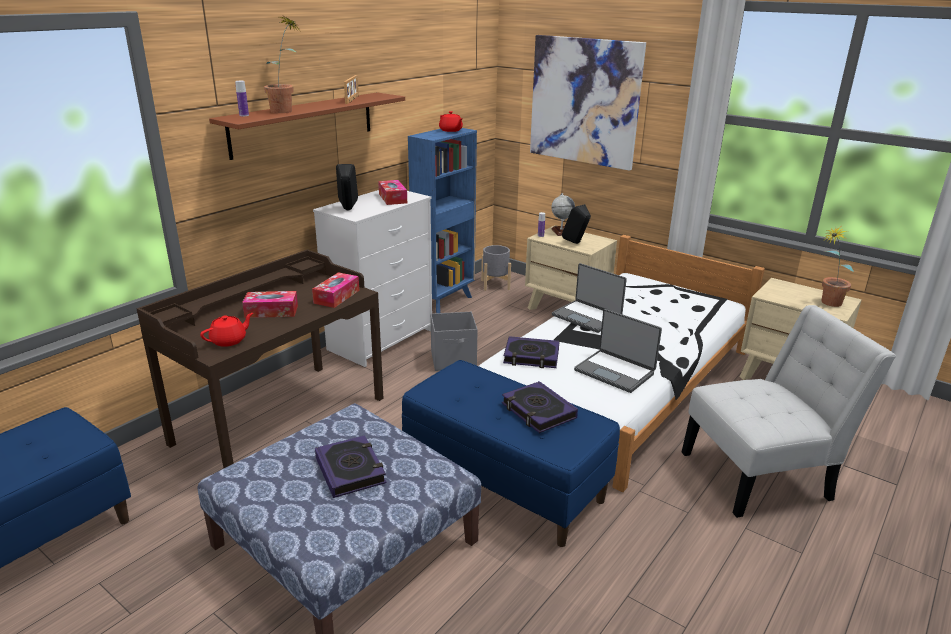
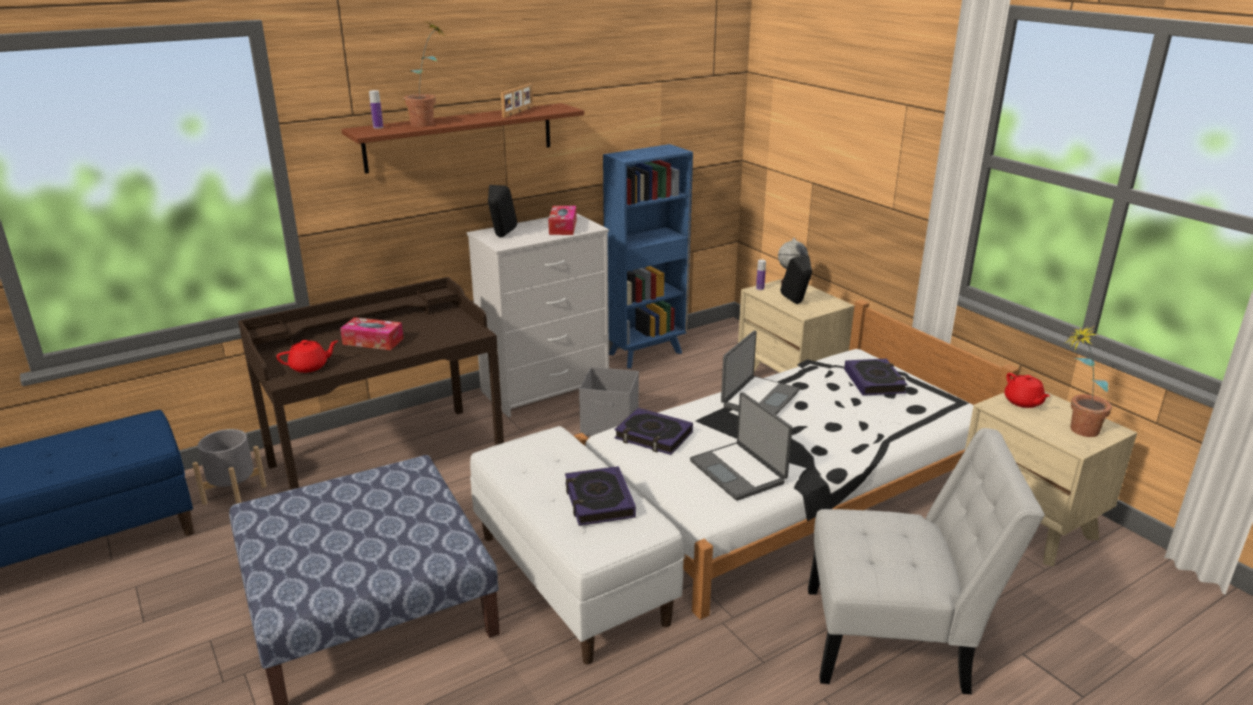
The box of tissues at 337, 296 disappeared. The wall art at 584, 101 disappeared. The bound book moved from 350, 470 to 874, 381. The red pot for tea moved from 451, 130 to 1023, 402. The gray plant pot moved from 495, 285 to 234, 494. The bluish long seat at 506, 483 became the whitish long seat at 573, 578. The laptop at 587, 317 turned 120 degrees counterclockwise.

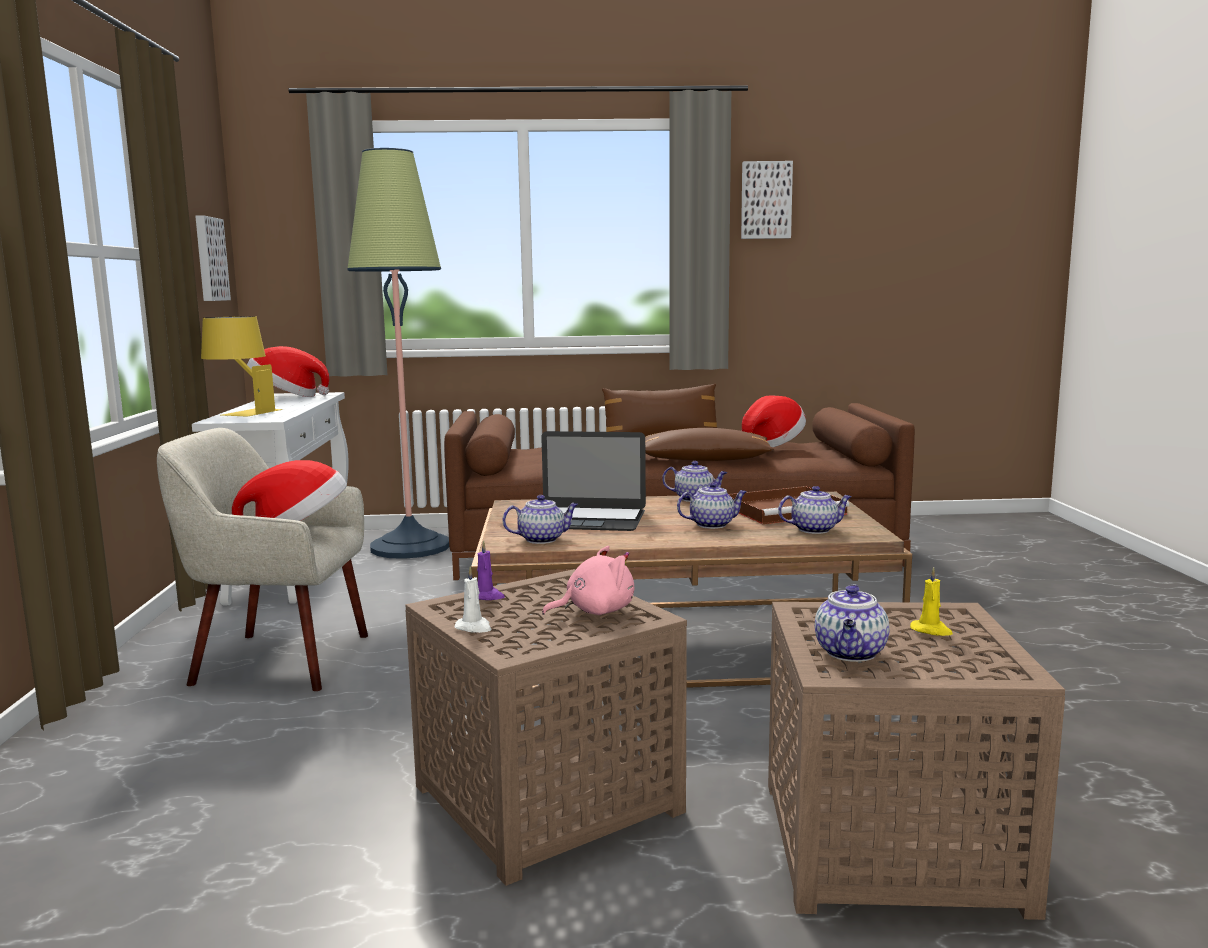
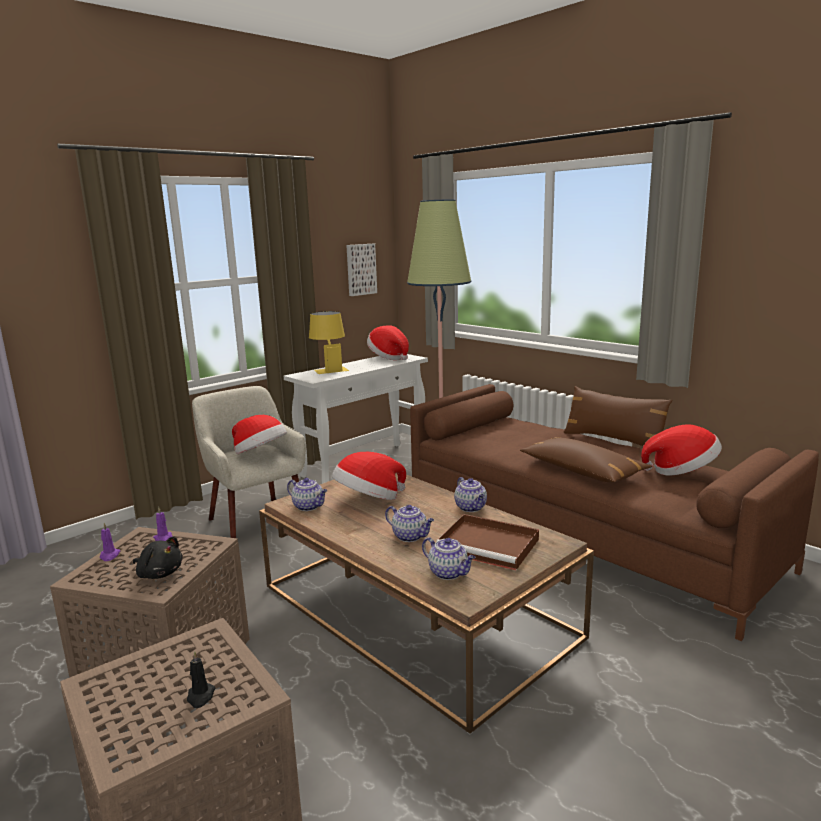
The wall art at 765, 200 disappeared. The pot for tea at 851, 653 disappeared. The laptop at 587, 519 was replaced by the hat at 369, 500. The whitish wax candle at 474, 628 became the purple wax candle at 109, 556. The pink cuddly toy at 595, 611 became the black cuddly toy at 159, 573. The yellowish wax candle at 931, 630 became the black wax candle at 200, 697.

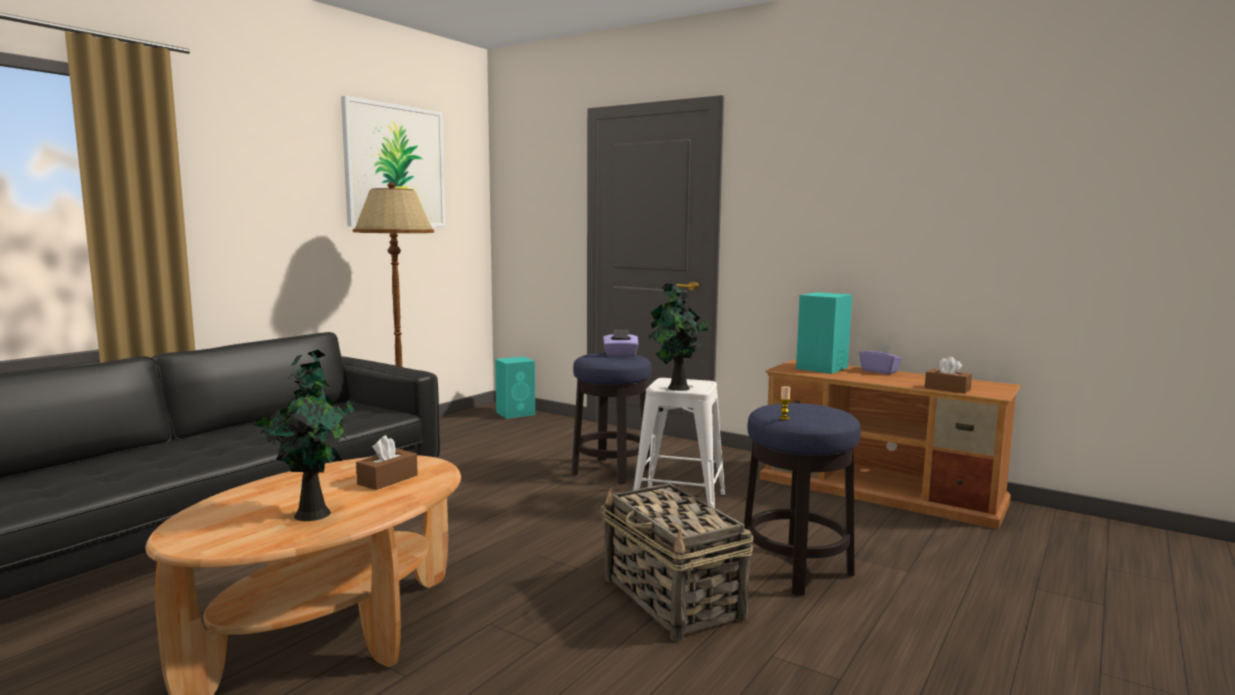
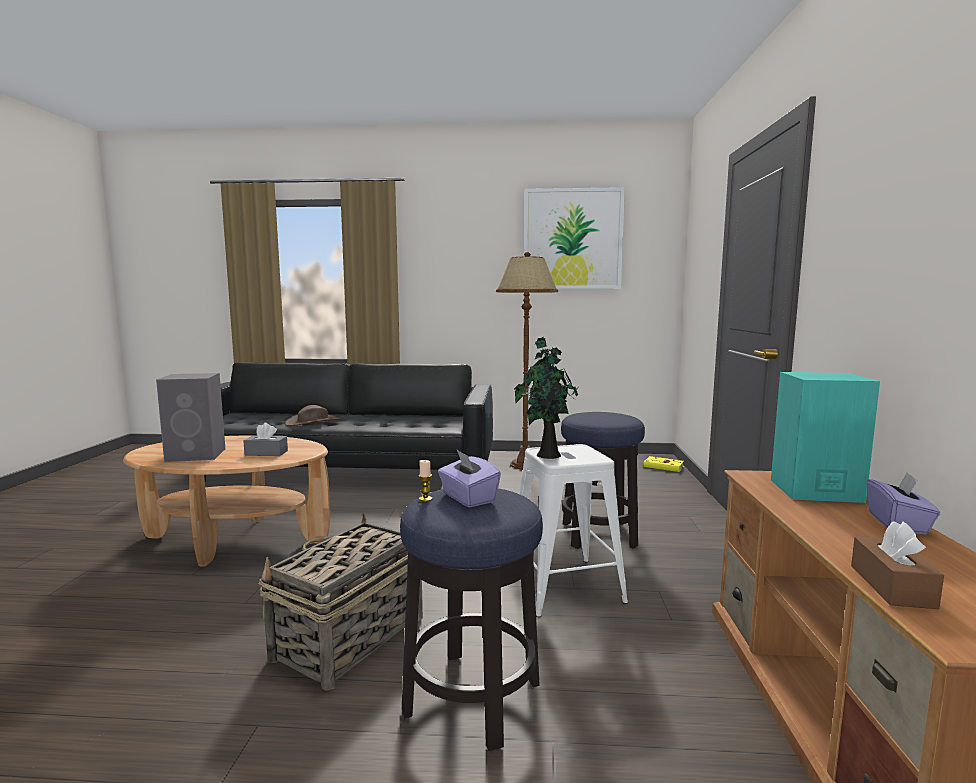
The brown-coloured hat at 313, 422 appeared. The purple box of tissues moved from 620, 355 to 468, 498. The plant in a pot at 313, 513 was replaced by the gray speaker at 197, 455. The turquoise-coloured speaker at 516, 413 was replaced by the yellowish bound book at 664, 467. The brown-coloured box of tissues at 388, 479 became the gray box of tissues at 266, 453.

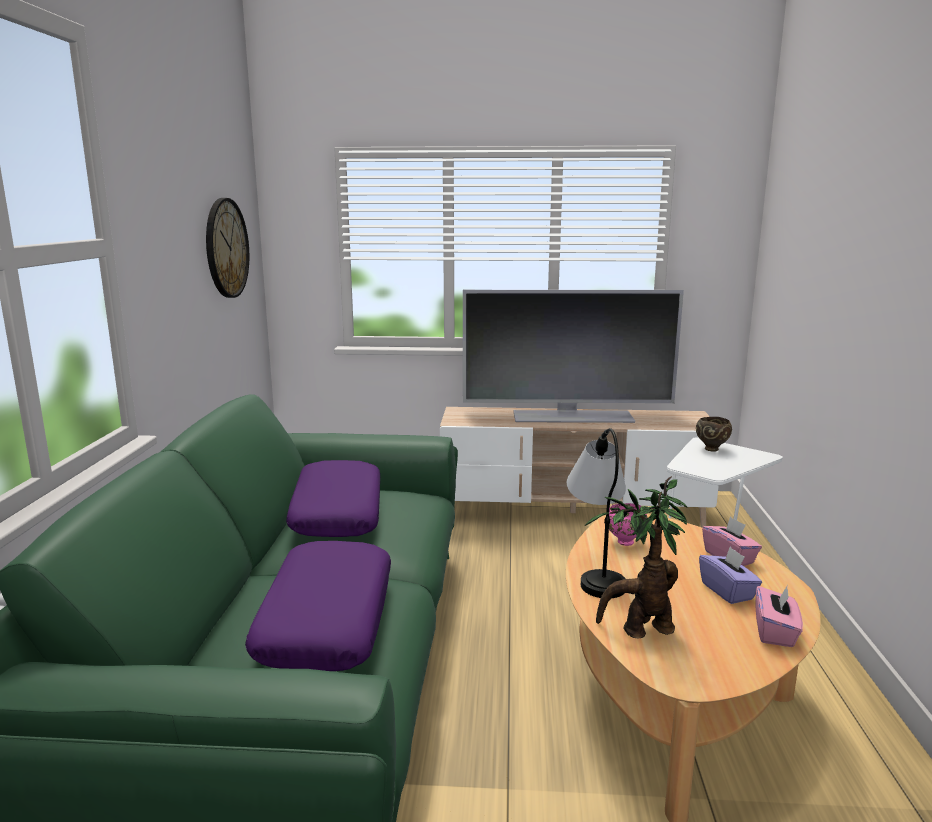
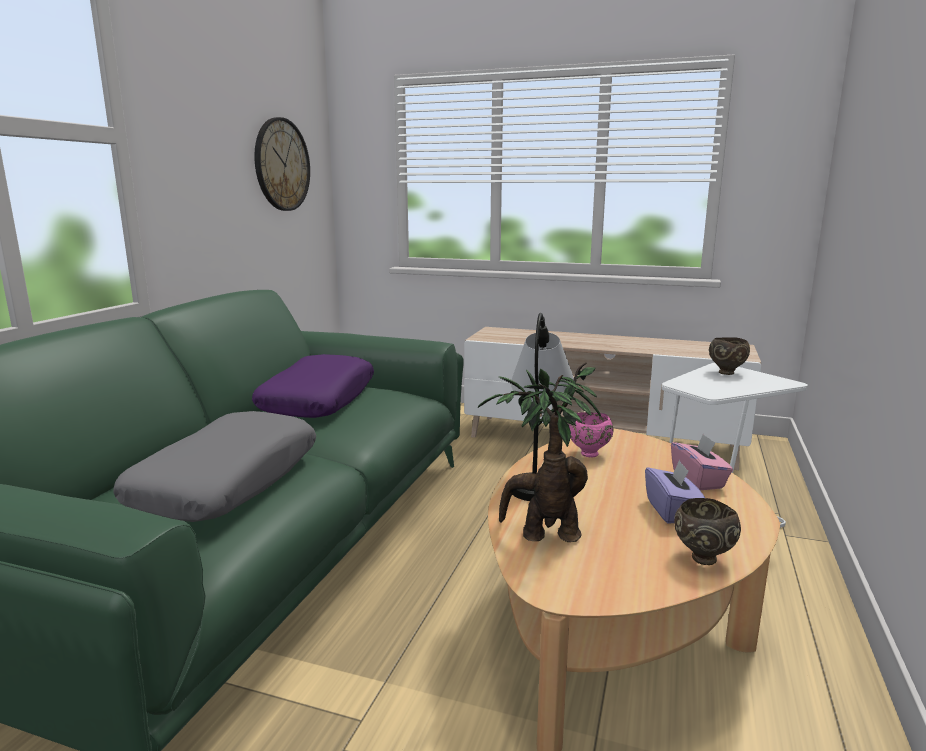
The TV at 572, 416 disappeared. The pink box of tissues at 775, 632 was replaced by the brown-coloured bowl at 701, 558. The purple throw pillow at 326, 620 became the gray throw pillow at 227, 482.

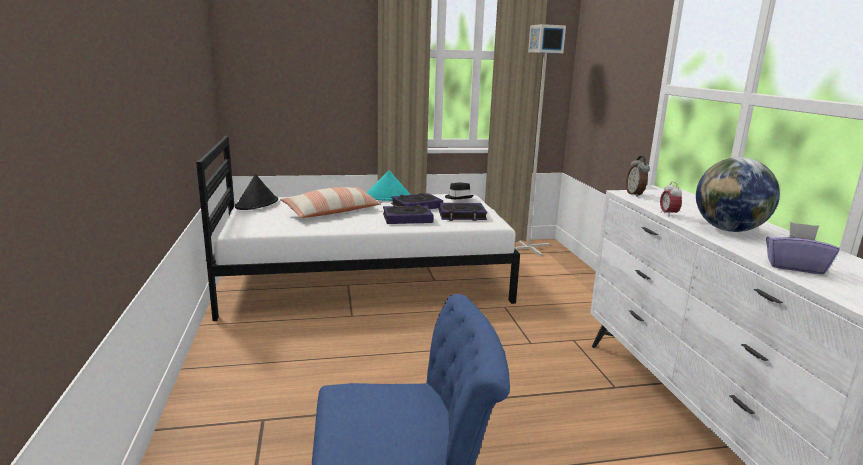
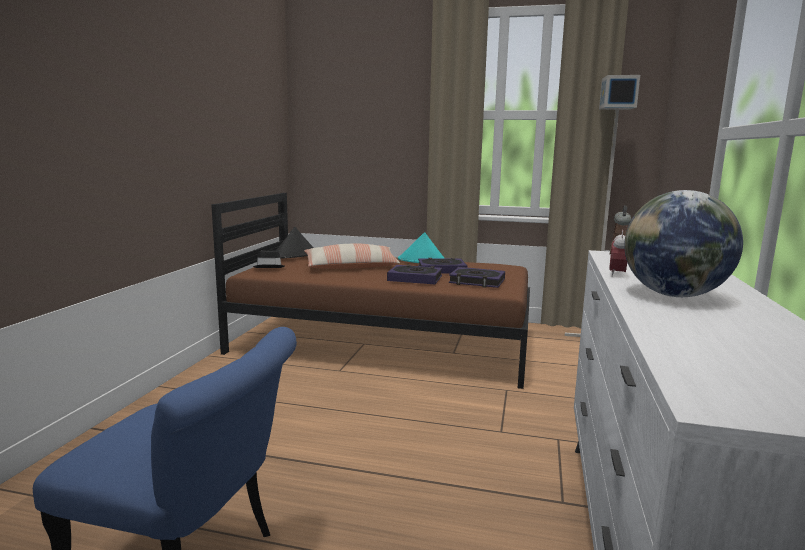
The purple box of tissues at 794, 267 disappeared. The black hat moved from 458, 197 to 269, 267. The whitish bed at 365, 281 became the brown-coloured bed at 383, 342.

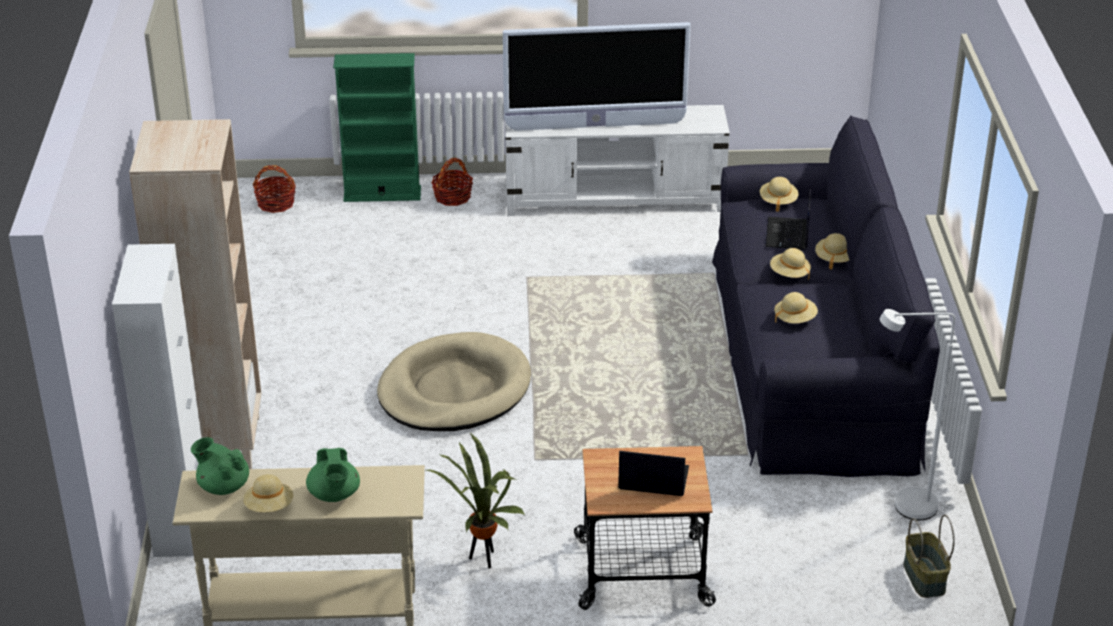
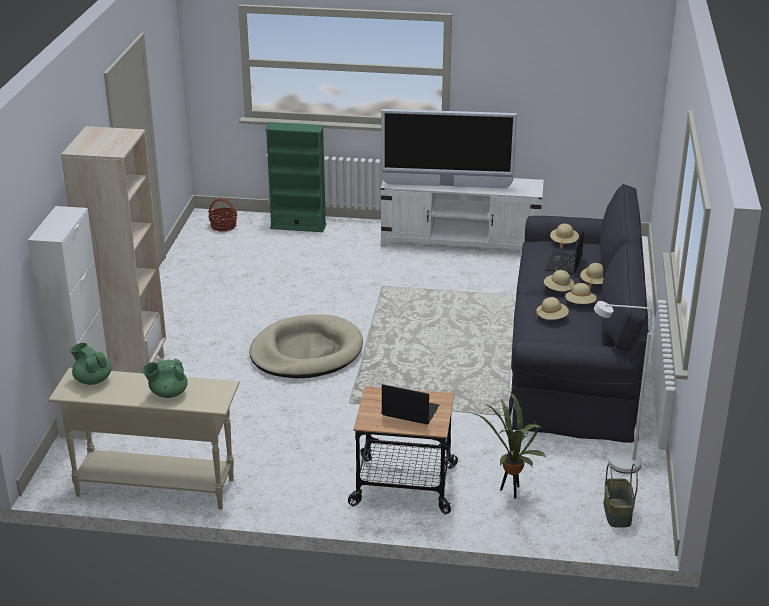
The basket at 452, 197 disappeared. The beige-coloured hat moved from 269, 507 to 580, 304. The plant in a pot moved from 483, 560 to 511, 492. The greenish pot for tea at 334, 495 turned 75 degrees clockwise.

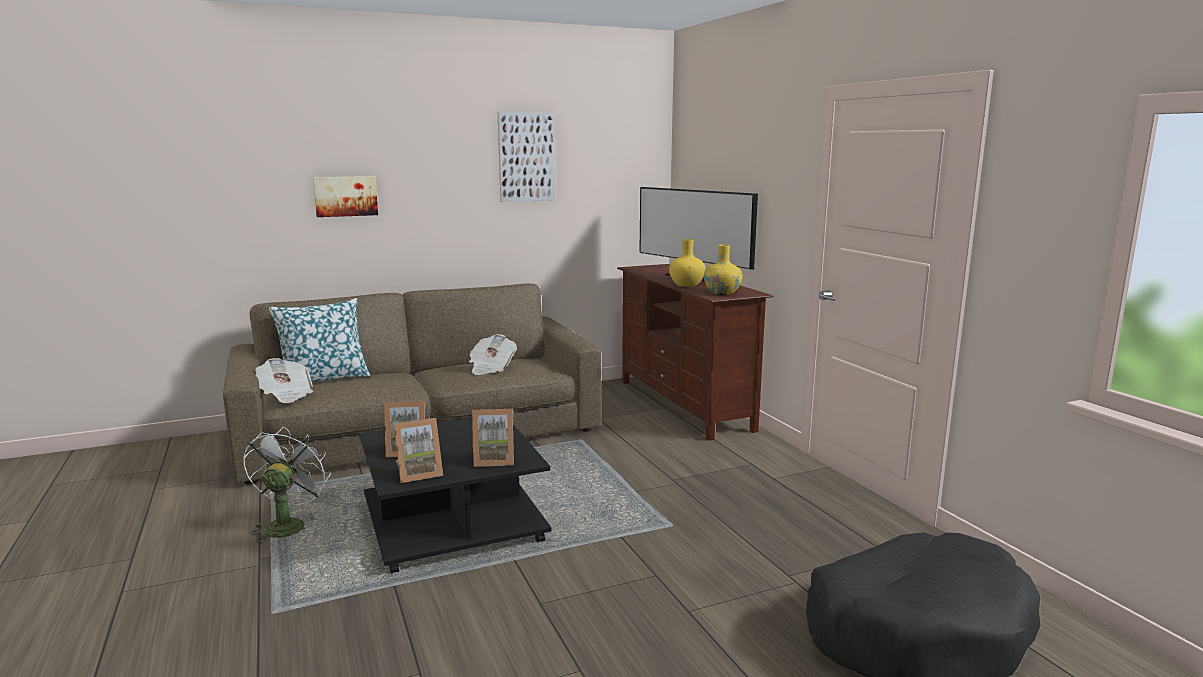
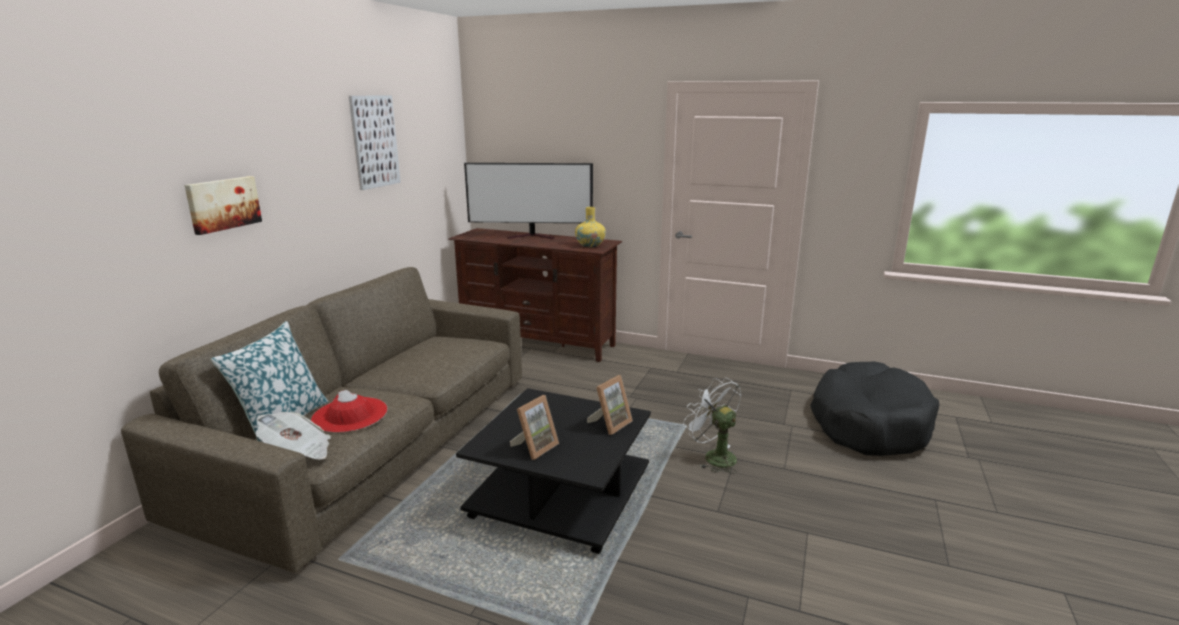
The standing frame at 418, 474 disappeared. The printed paper at 491, 368 disappeared. The yellowish decorative vase at 686, 285 disappeared. The red hat at 350, 415 appeared. The whitish cooling fan moved from 287, 524 to 713, 456.

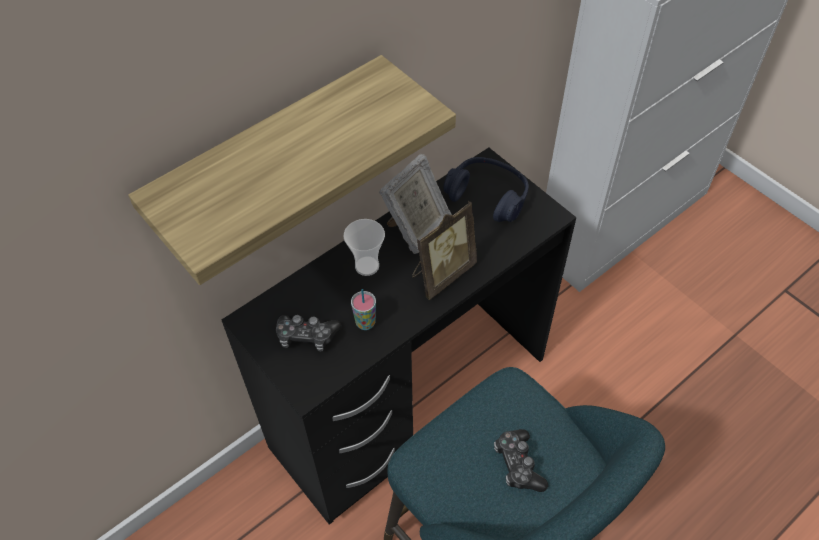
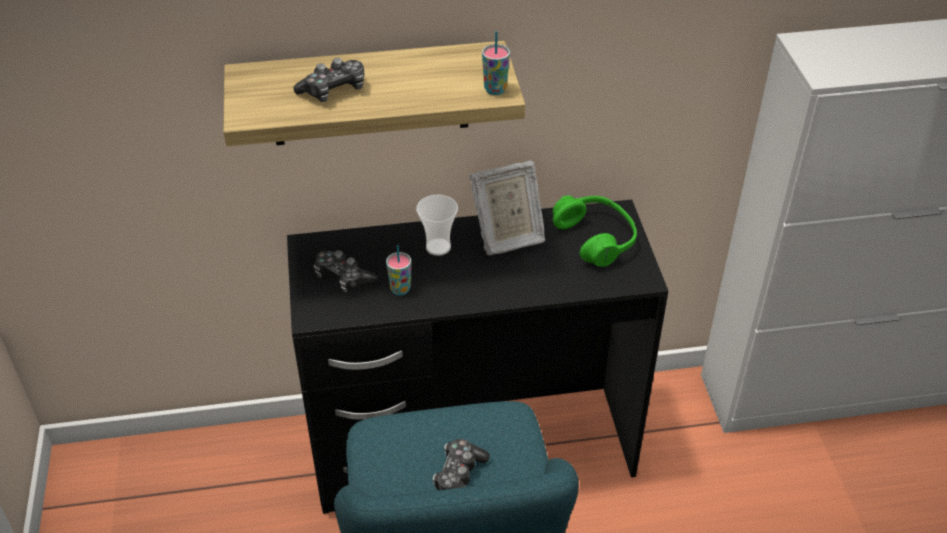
The standing frame at 441, 273 disappeared. The joypad at 334, 90 appeared. The cup at 495, 90 appeared. The bluish headset at 488, 196 became the greenish headset at 595, 238.

